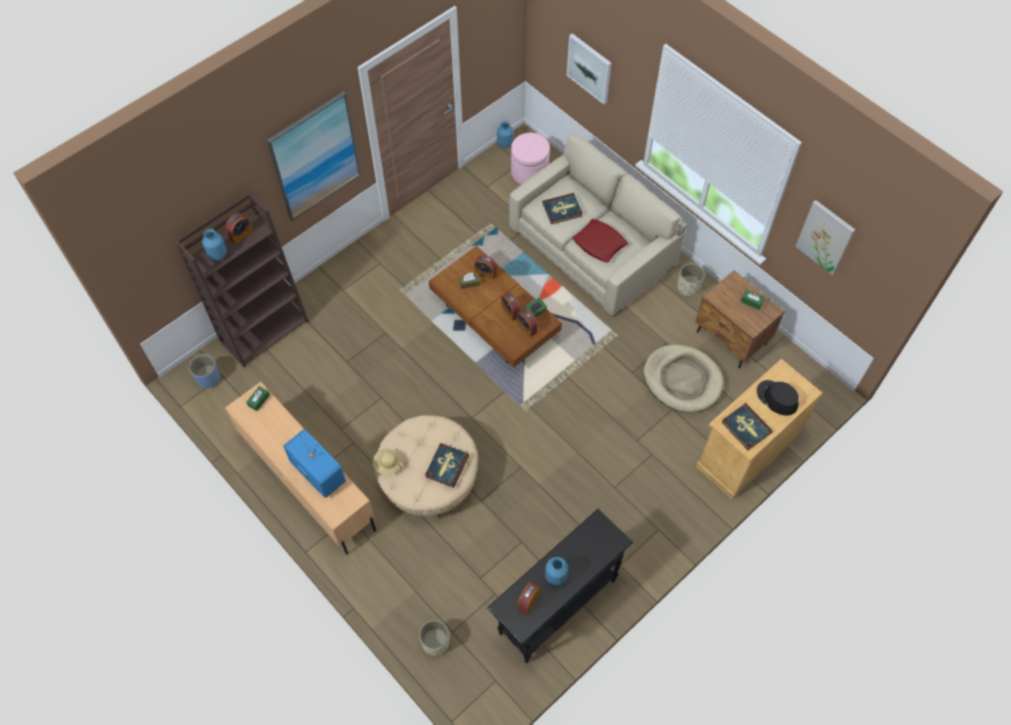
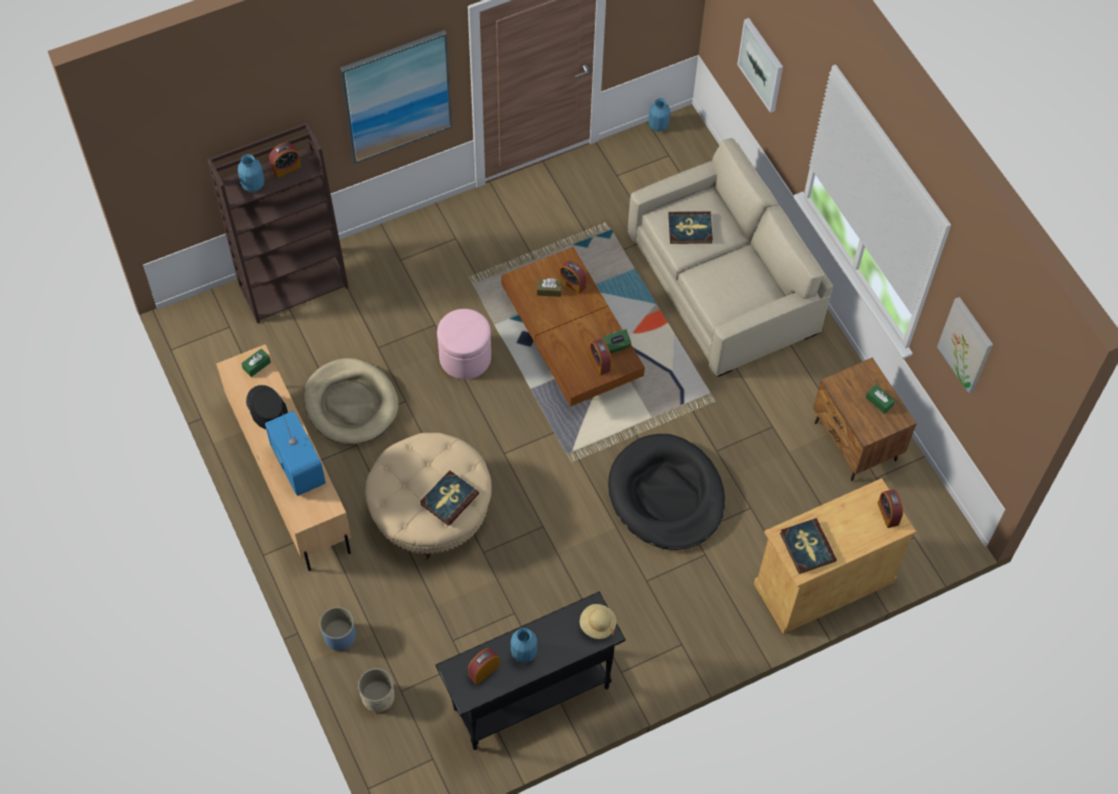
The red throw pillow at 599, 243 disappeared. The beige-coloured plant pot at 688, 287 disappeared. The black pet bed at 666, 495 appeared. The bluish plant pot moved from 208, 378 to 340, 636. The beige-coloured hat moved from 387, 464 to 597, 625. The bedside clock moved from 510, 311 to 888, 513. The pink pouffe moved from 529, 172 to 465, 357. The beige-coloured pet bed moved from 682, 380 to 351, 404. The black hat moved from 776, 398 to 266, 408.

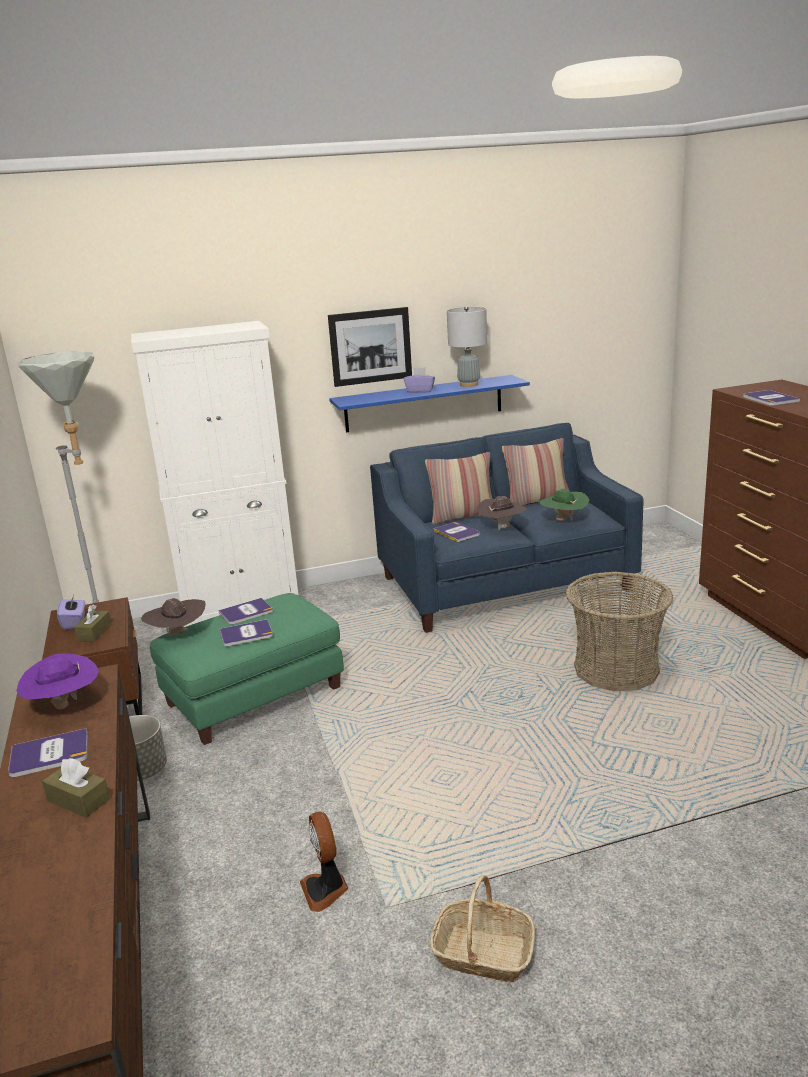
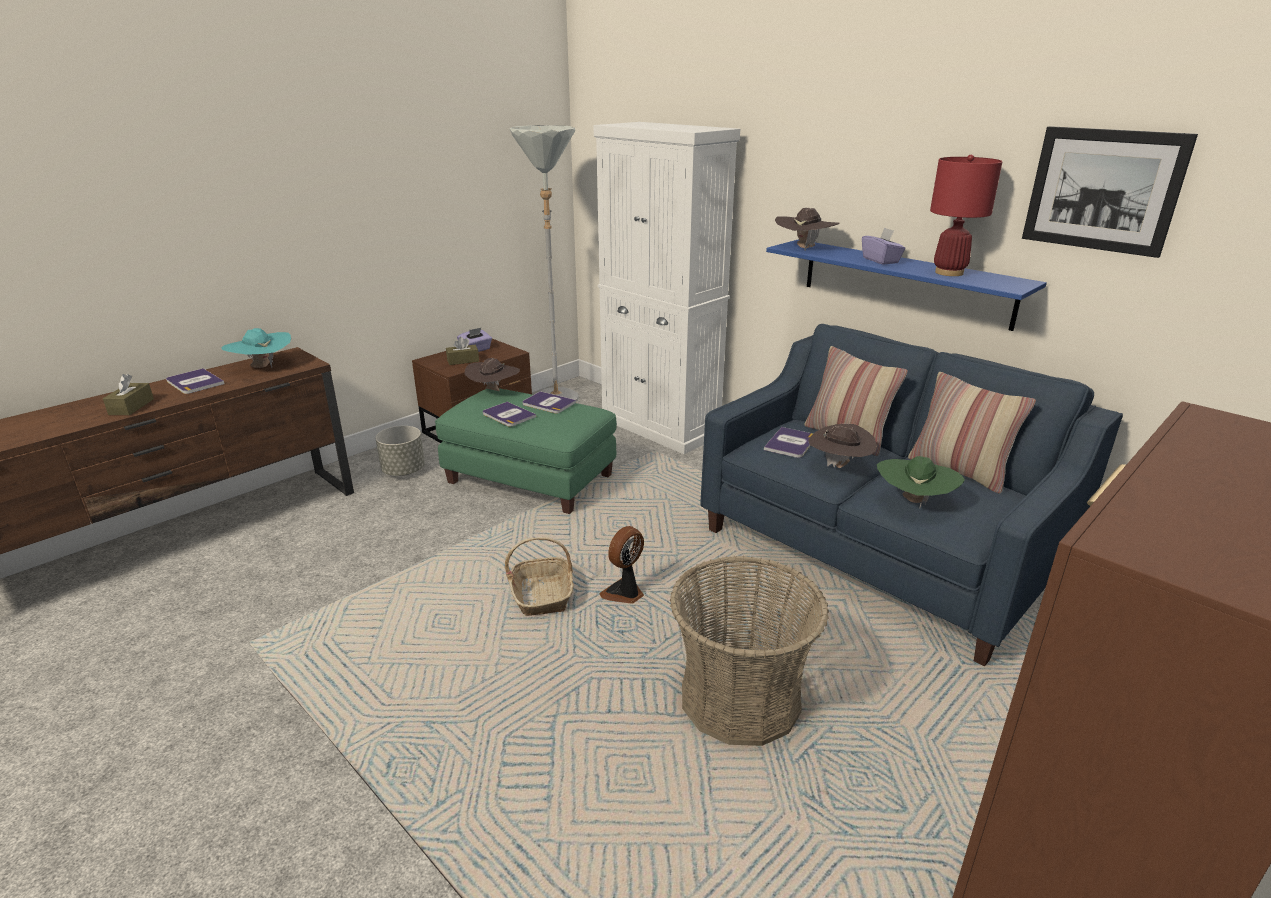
The bound book at 769, 399 disappeared. The brown-coloured hat at 804, 248 appeared. The cooling fan moved from 325, 889 to 624, 593. The wall art moved from 370, 346 to 1103, 190. The basket moved from 483, 953 to 542, 595. The purple hat at 64, 706 became the turquoise-coloured hat at 262, 367. The gray lamp for a table at 469, 384 became the red lamp for a table at 949, 273.

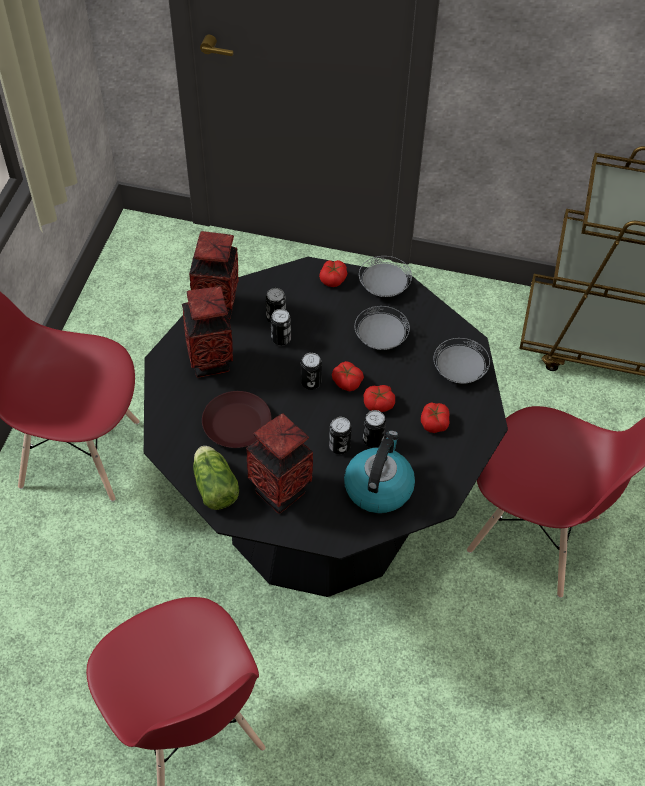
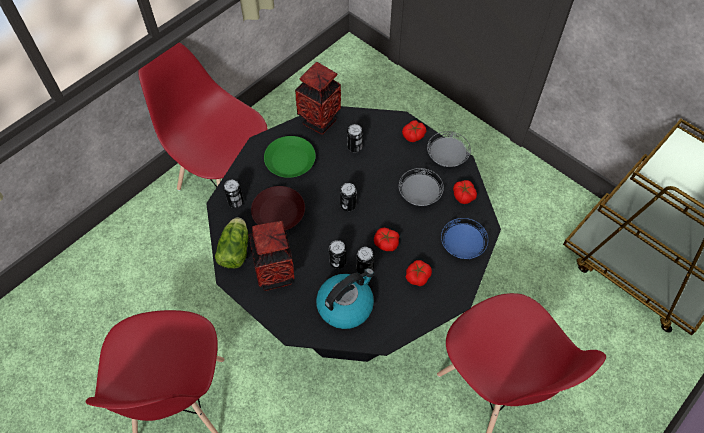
The sealed can moved from 281, 339 to 235, 202. The tomato moved from 347, 382 to 463, 195. The decorative vase at 210, 362 was replaced by the greenish dinner plate at 289, 160. The gray dinner plate at 459, 371 became the bluish dinner plate at 462, 245.

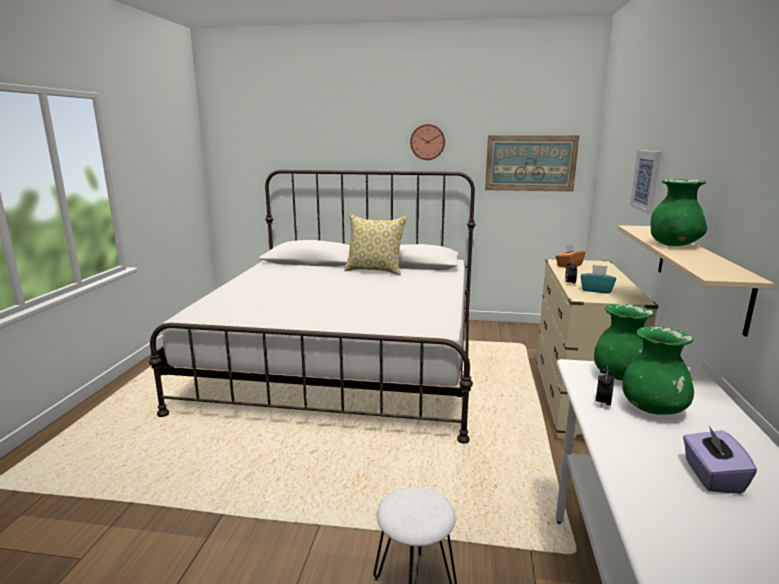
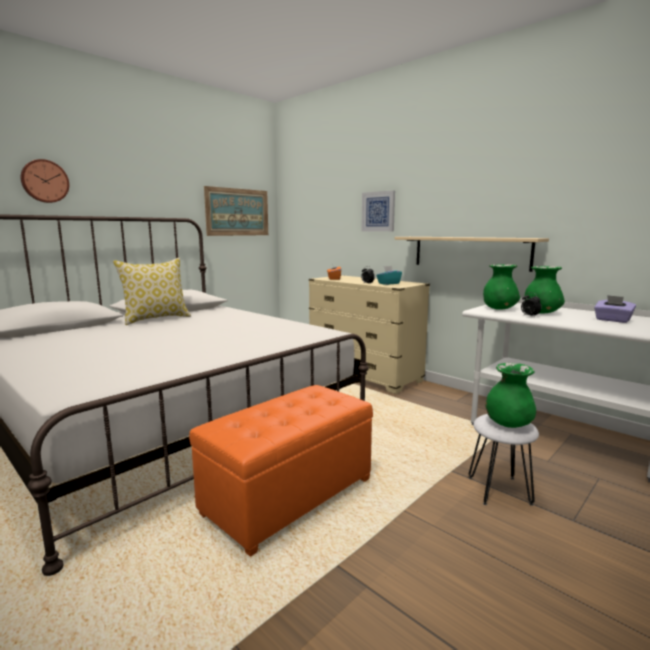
The orange-coloured pouffe at 288, 496 appeared. The hanging clock moved from 427, 142 to 44, 181. The greenish decorative vase moved from 673, 245 to 508, 424.

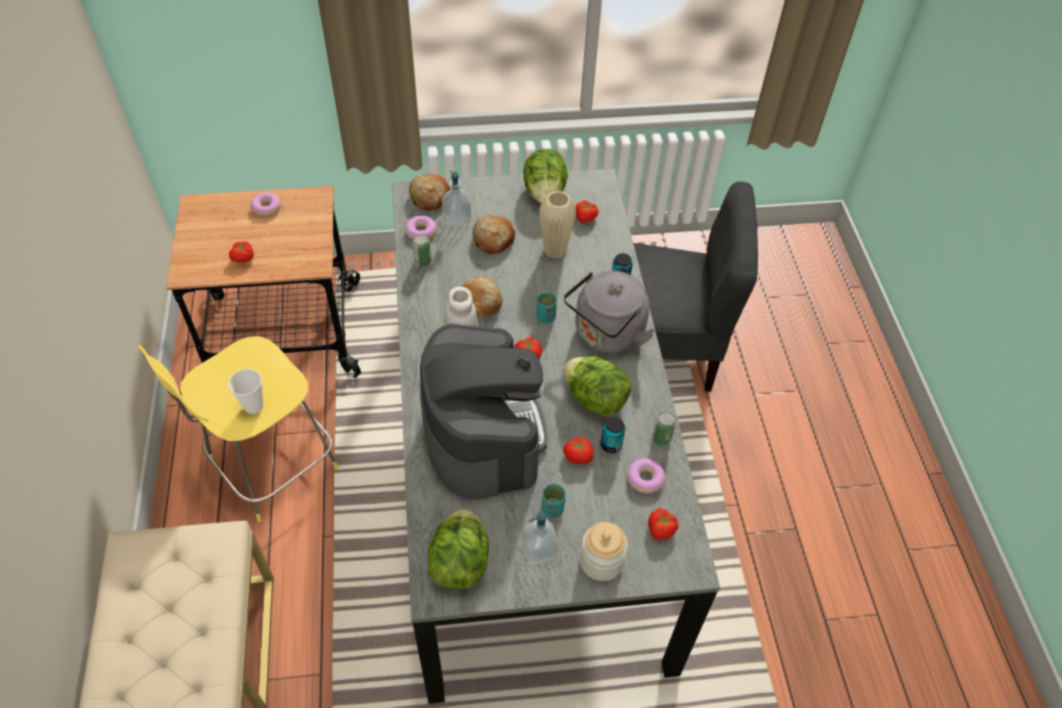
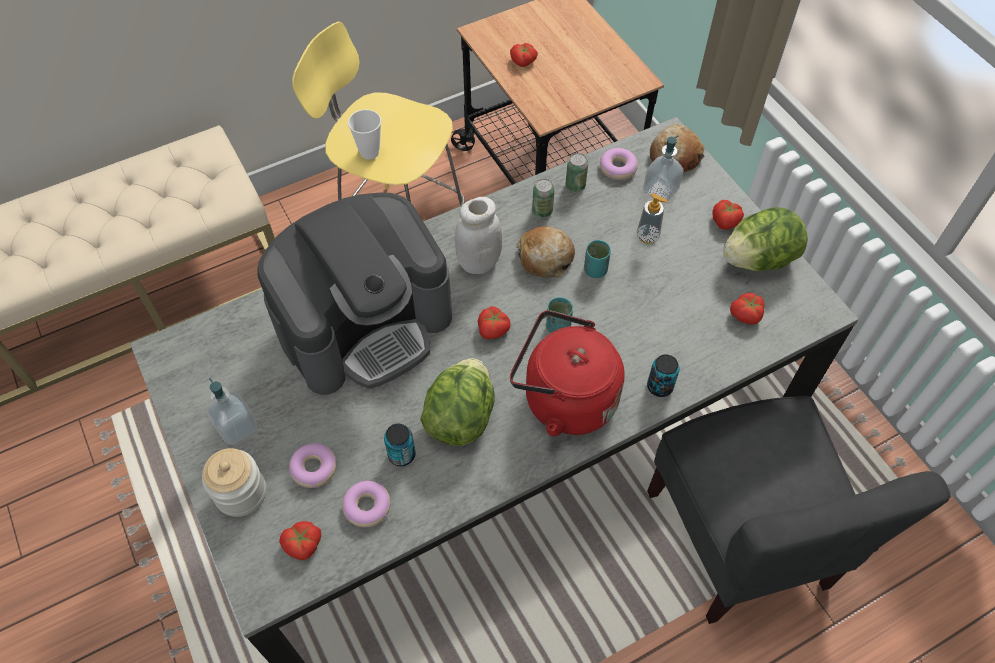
The lettuce at 459, 563 disappeared. The beige-coloured decorative vase at 555, 251 disappeared. The donut moved from 266, 208 to 314, 468. The turquoise-coloured cup moved from 552, 509 to 595, 270. The tomato moved from 578, 455 to 726, 221. The sealed can moved from 661, 438 to 542, 211. The bakery bread at 493, 240 was replaced by the soap dispenser at 647, 236. The gray kettle at 606, 335 became the red kettle at 564, 399.

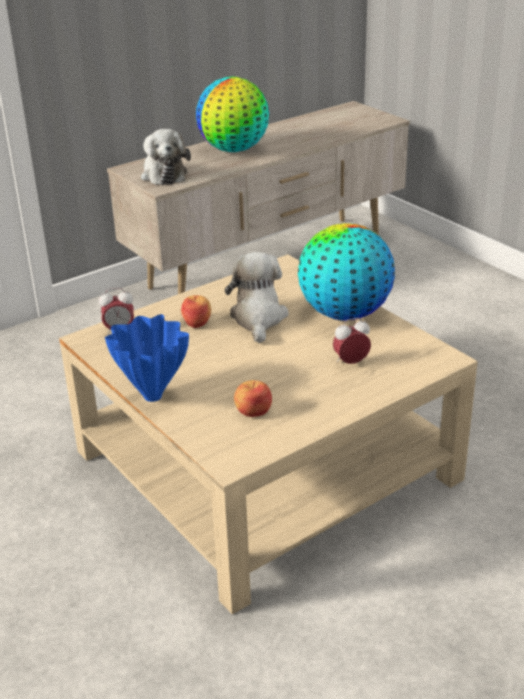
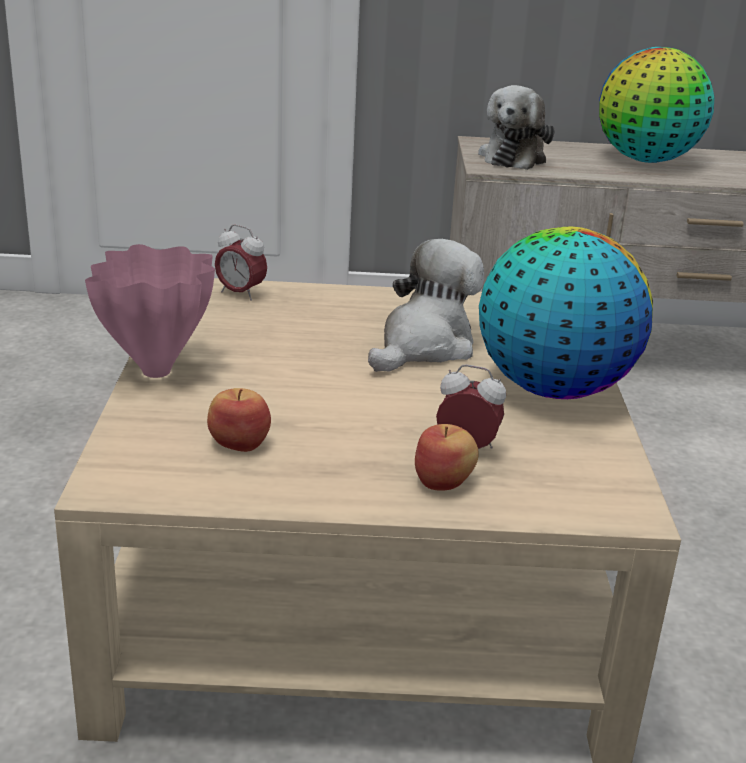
The apple moved from 197, 323 to 444, 481. The bluish decorative vase at 153, 395 became the pink decorative vase at 159, 370.

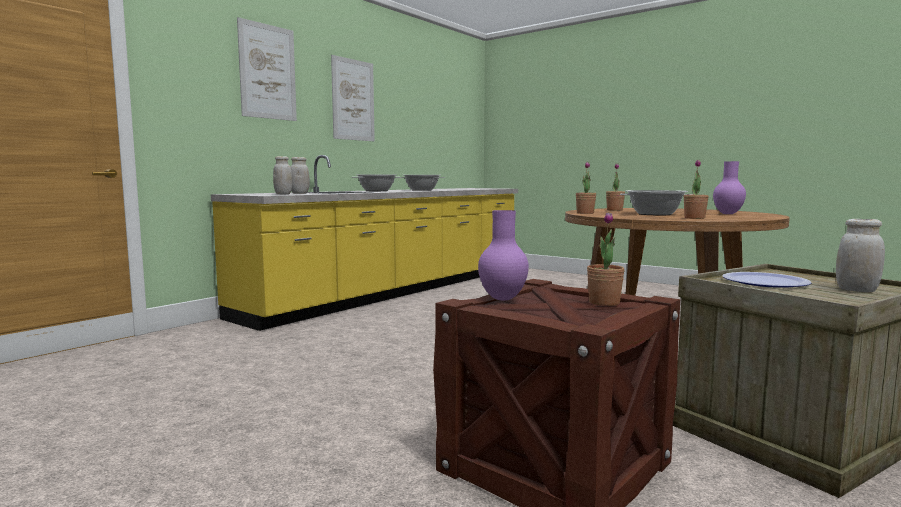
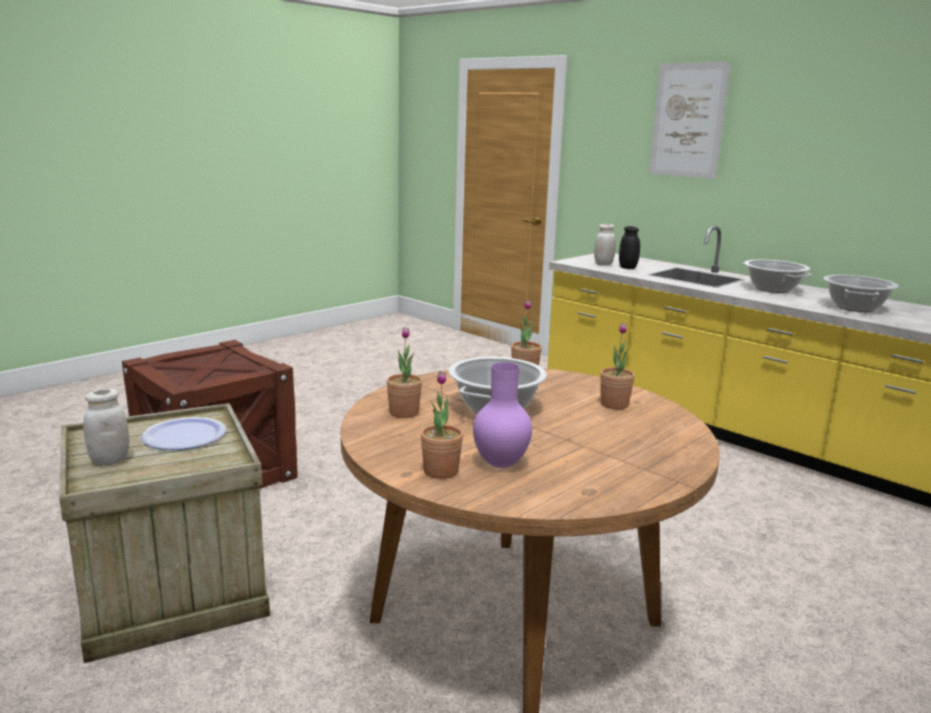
The wall art at 353, 100 disappeared. The purple decorative vase at 503, 299 disappeared. The plant in a pot moved from 604, 302 to 441, 471. The whitish jar at 300, 193 became the black jar at 627, 268.

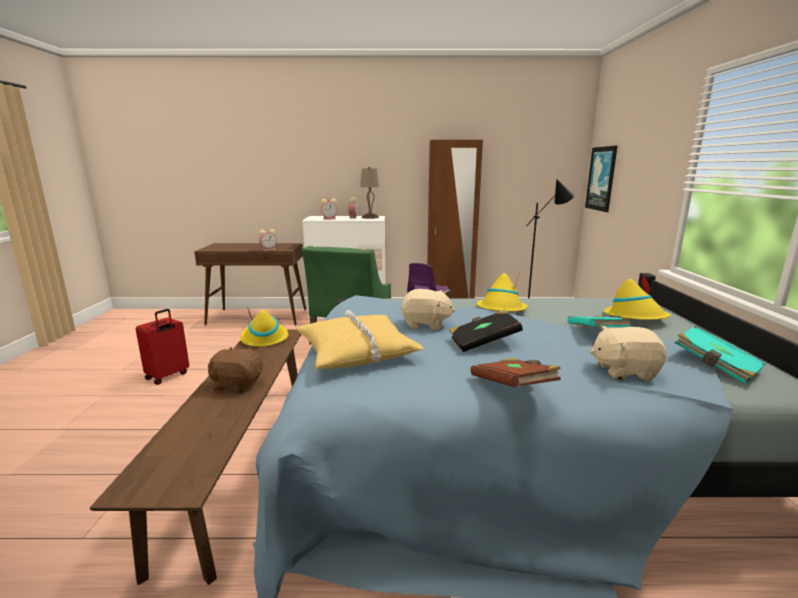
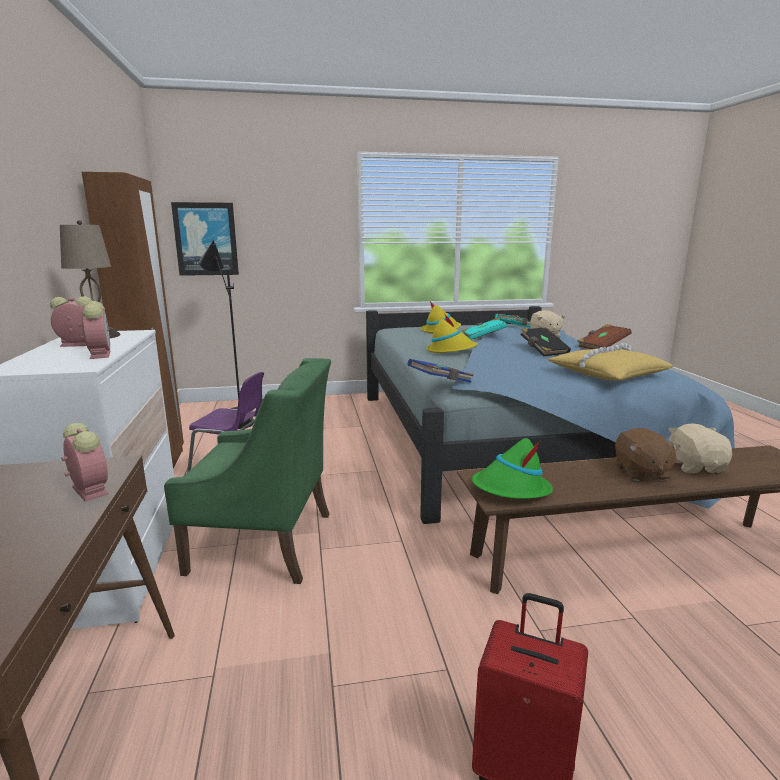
The bluish bound book at 441, 383 appeared. The beige-coloured cuddly toy moved from 426, 324 to 695, 466. The yellowish hat at 264, 338 became the greenish hat at 511, 489.

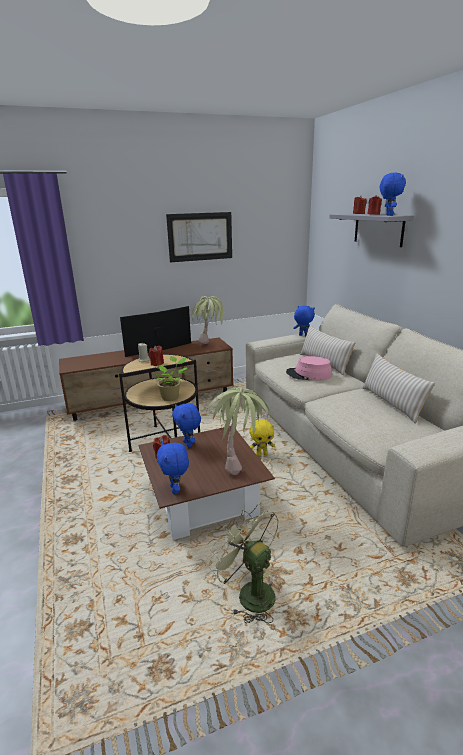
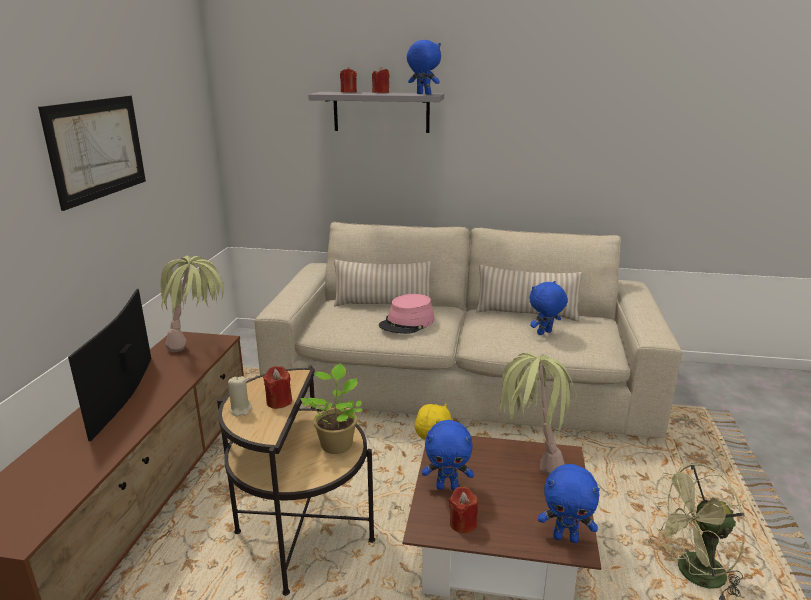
The bluish cuddly toy moved from 303, 336 to 544, 333.

